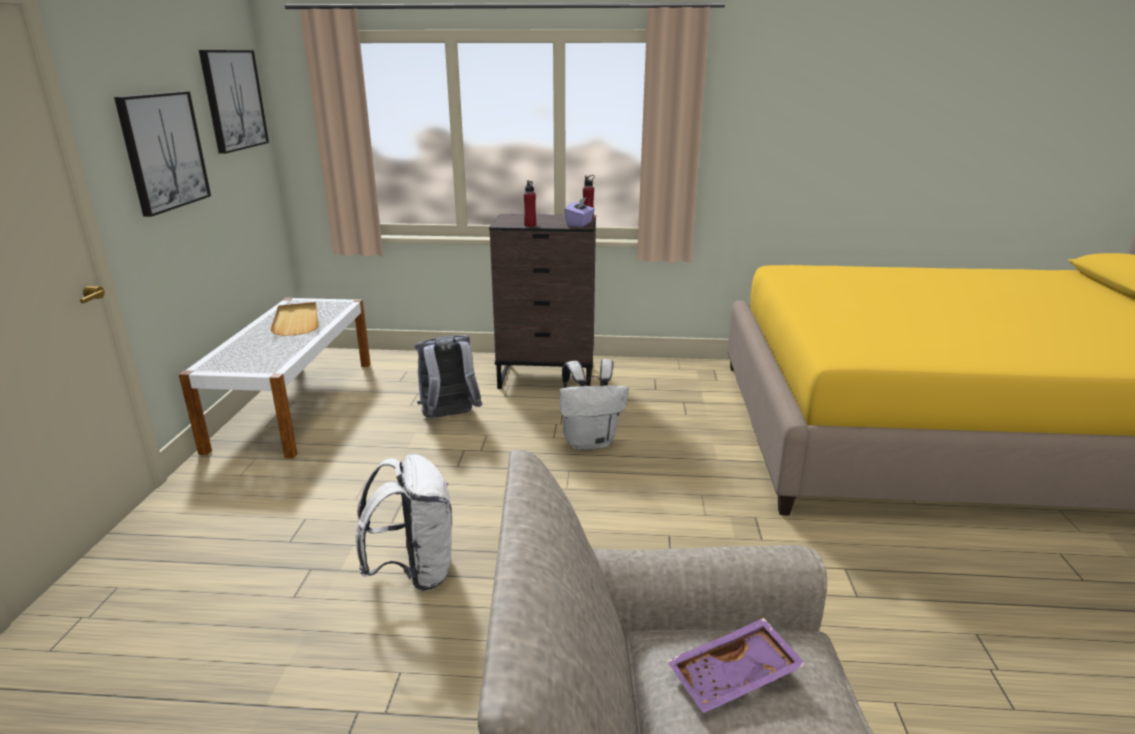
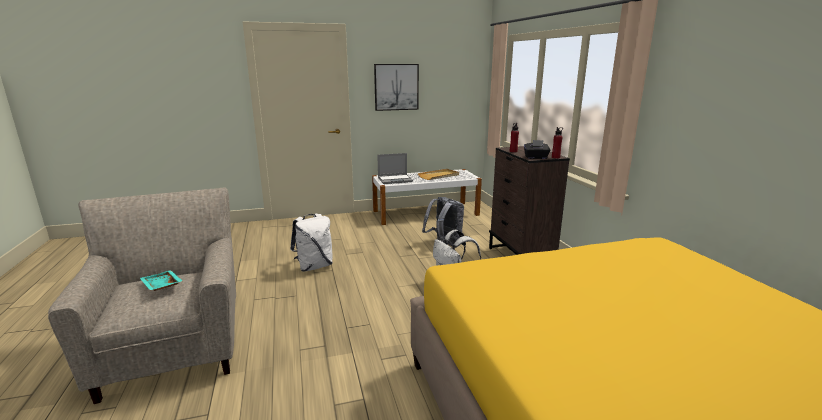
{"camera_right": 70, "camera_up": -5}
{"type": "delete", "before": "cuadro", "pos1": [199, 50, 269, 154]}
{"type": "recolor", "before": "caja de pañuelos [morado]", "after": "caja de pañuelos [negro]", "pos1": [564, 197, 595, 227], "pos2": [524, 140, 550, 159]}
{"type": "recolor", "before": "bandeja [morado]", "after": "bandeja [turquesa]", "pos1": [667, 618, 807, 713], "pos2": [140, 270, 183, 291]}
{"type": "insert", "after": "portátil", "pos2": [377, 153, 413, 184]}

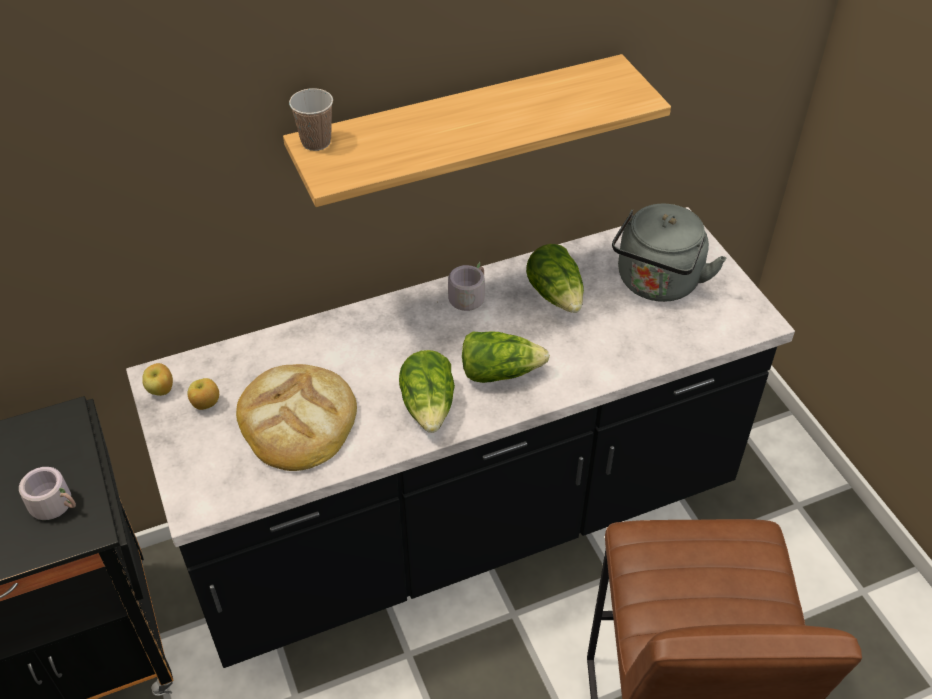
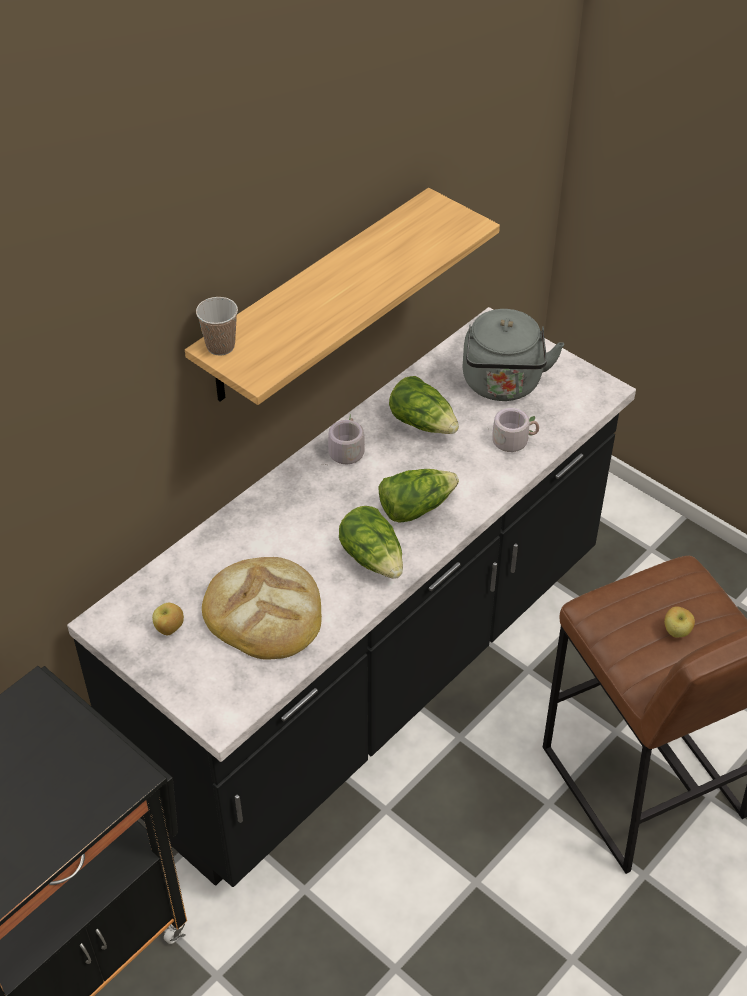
{"camera_right": -25, "camera_up": 0}
{"type": "move", "before": "manzana", "pos1": [142, 363, 173, 396], "pos2": [664, 606, 695, 638]}
{"type": "move", "before": "taza grande [gris]", "pos1": [19, 467, 76, 520], "pos2": [492, 408, 539, 452]}

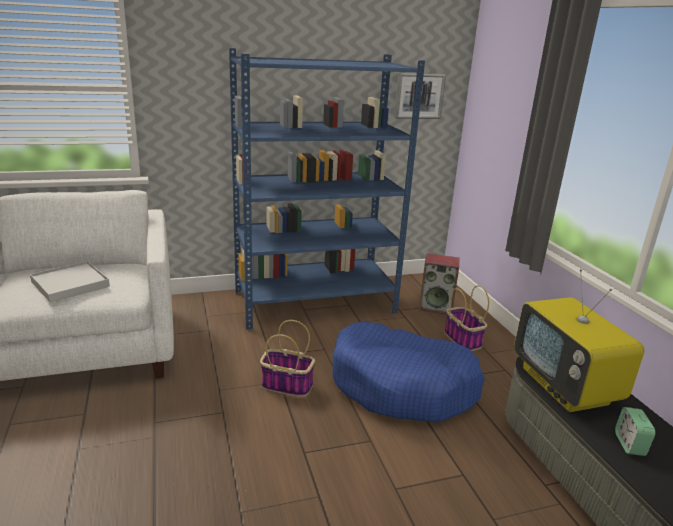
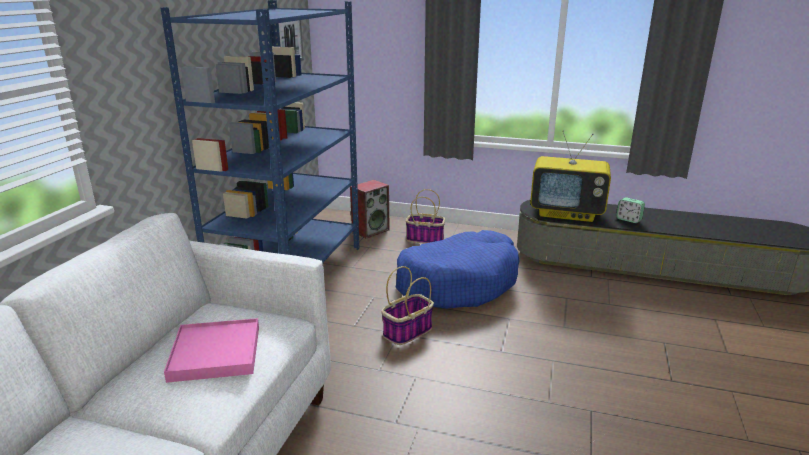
{"camera_right": -55, "camera_up": 0}
{"type": "recolor", "before": "bandeja [blanco]", "after": "bandeja [rosa]", "pos1": [30, 261, 110, 303], "pos2": [164, 318, 259, 383]}

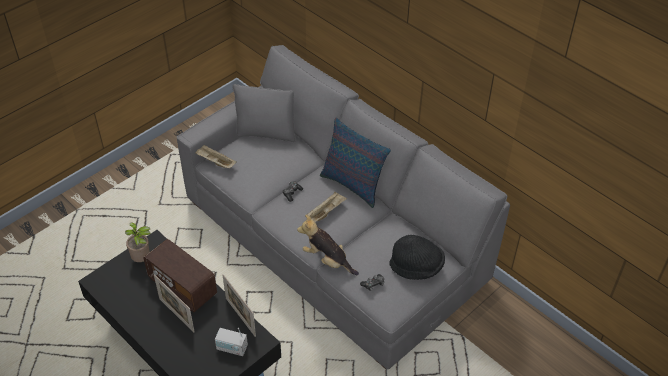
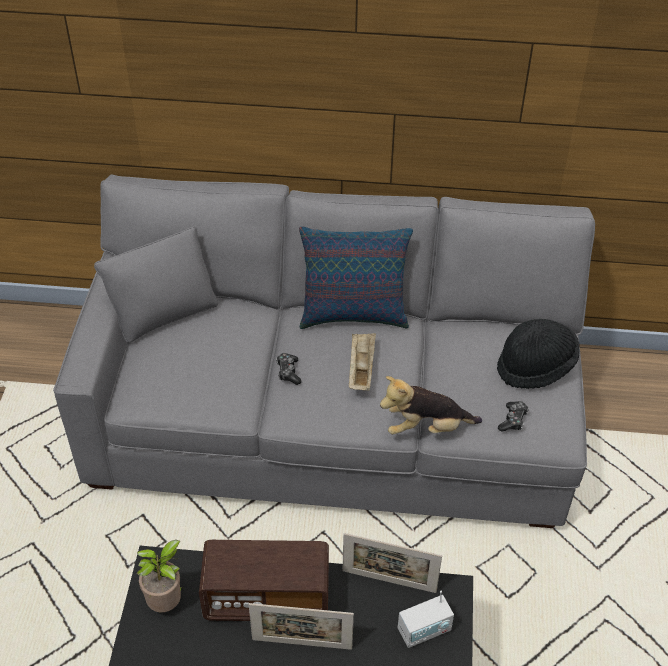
{"camera_right": -40, "camera_up": 0}
{"type": "delete", "before": "bandeja [beis]", "pos1": [195, 145, 237, 168]}

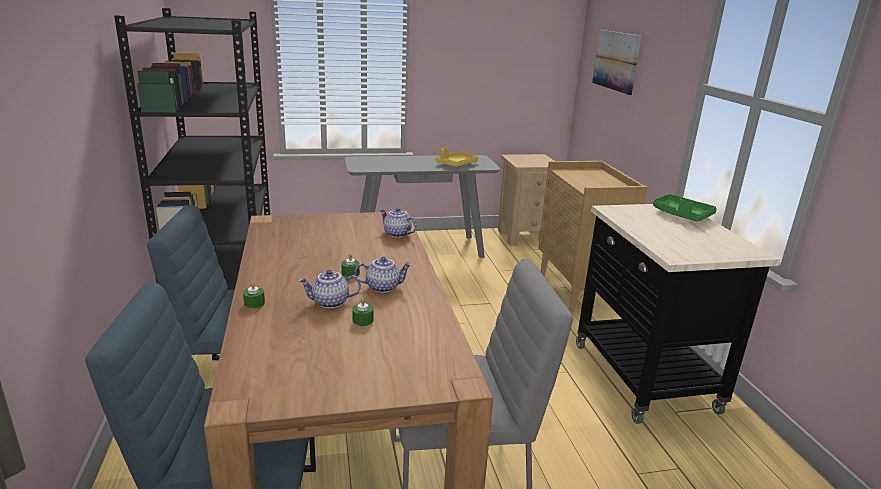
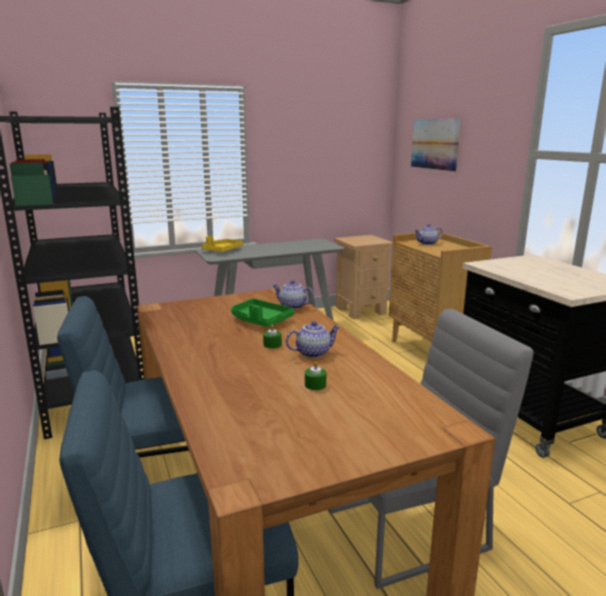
{"camera_right": -10, "camera_up": -5}
{"type": "move", "before": "bandeja [amarillo]", "pos1": [436, 148, 479, 167], "pos2": [202, 236, 243, 252]}
{"type": "move", "before": "bandeja [verde]", "pos1": [653, 194, 717, 222], "pos2": [231, 299, 294, 327]}
{"type": "move", "before": "tetera", "pos1": [298, 270, 361, 308], "pos2": [414, 224, 443, 245]}
{"type": "delete", "before": "vela [verde]", "pos1": [243, 282, 265, 308]}

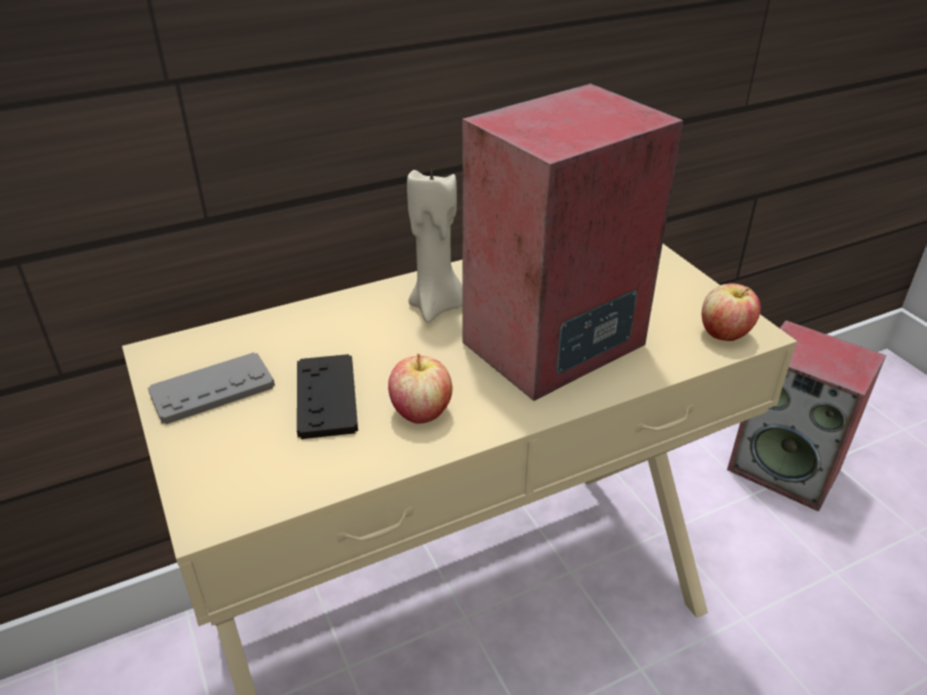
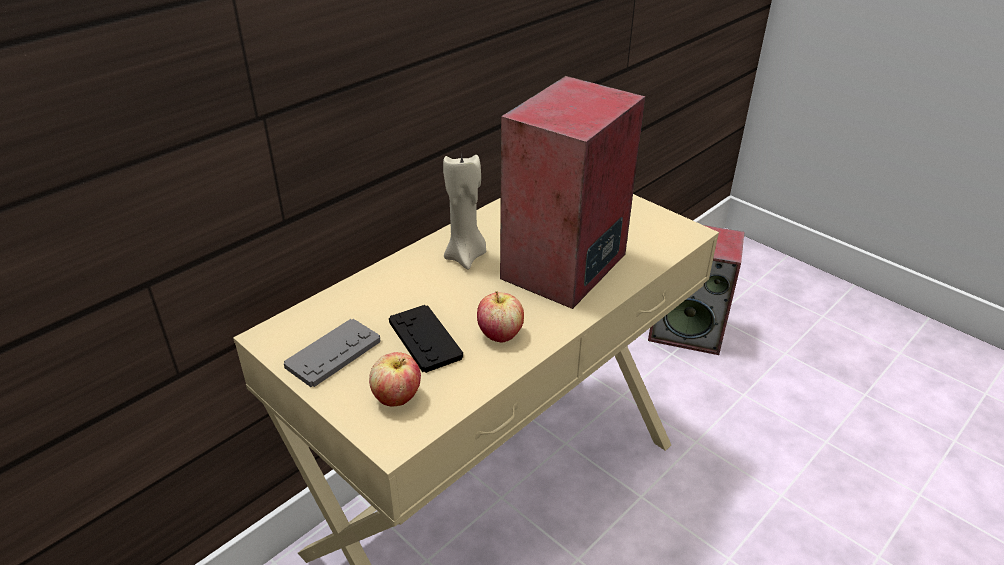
{"camera_right": -20, "camera_up": 0}
{"type": "move", "before": "manzana", "pos1": [702, 283, 761, 341], "pos2": [369, 352, 421, 407]}

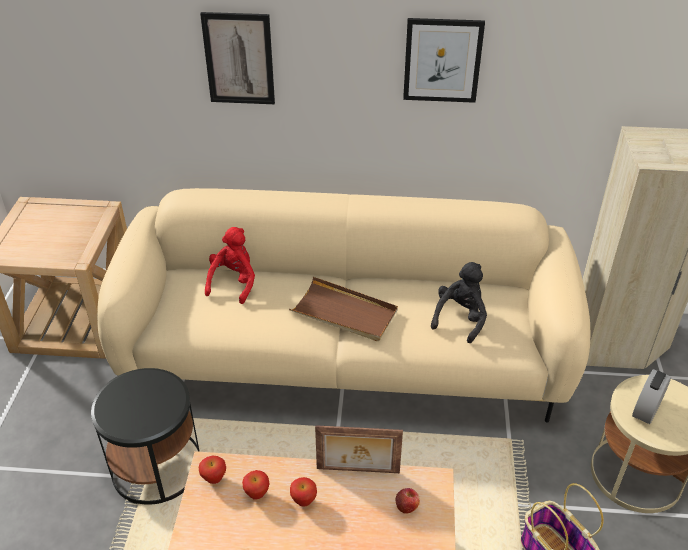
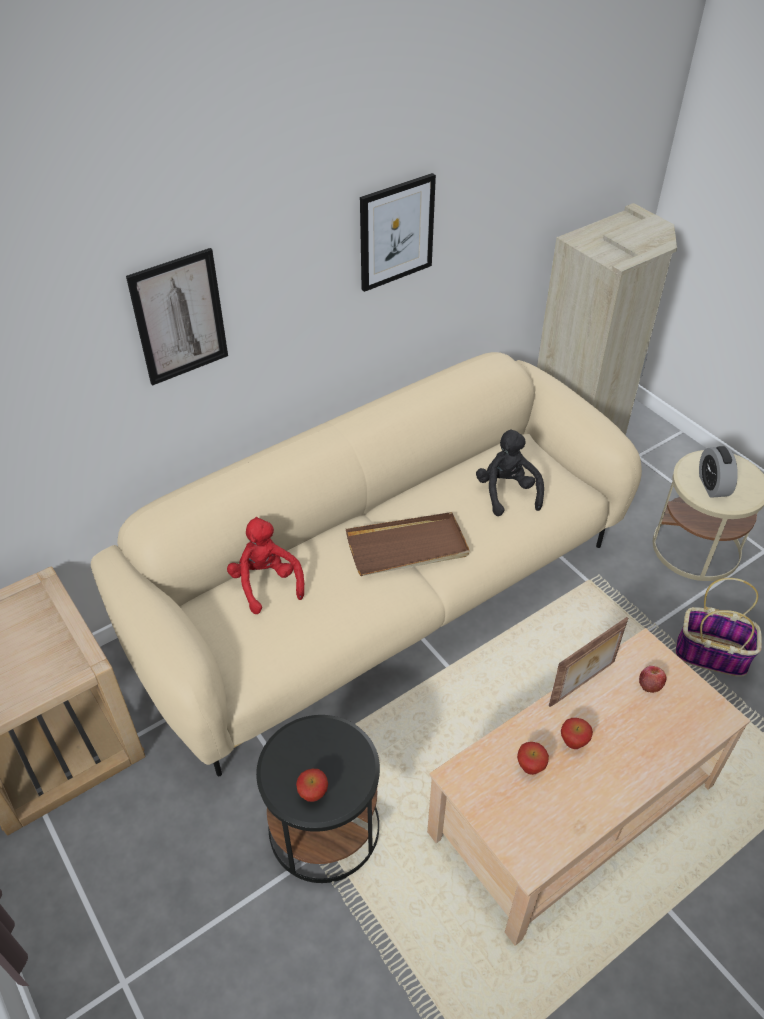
{"camera_right": -40, "camera_up": 5}
{"type": "move", "before": "manzana", "pos1": [199, 456, 226, 484], "pos2": [296, 769, 328, 802]}

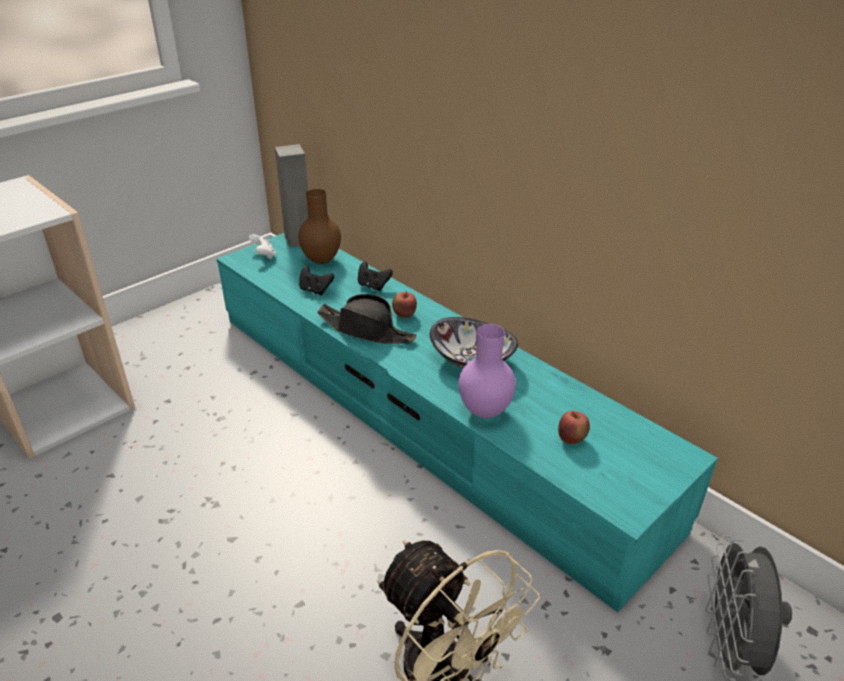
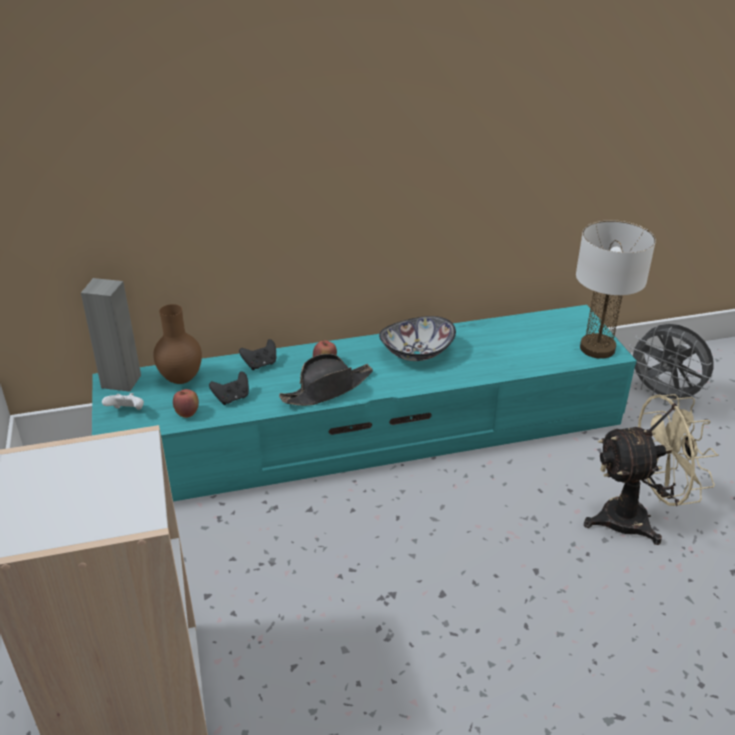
{"camera_right": -60, "camera_up": 0}
{"type": "delete", "before": "florero [morado]", "pos1": [459, 324, 516, 418]}
{"type": "move", "before": "manzana", "pos1": [558, 411, 590, 444], "pos2": [173, 389, 199, 418]}
{"type": "insert", "after": "lámpara de mesa", "pos2": [576, 220, 656, 359]}

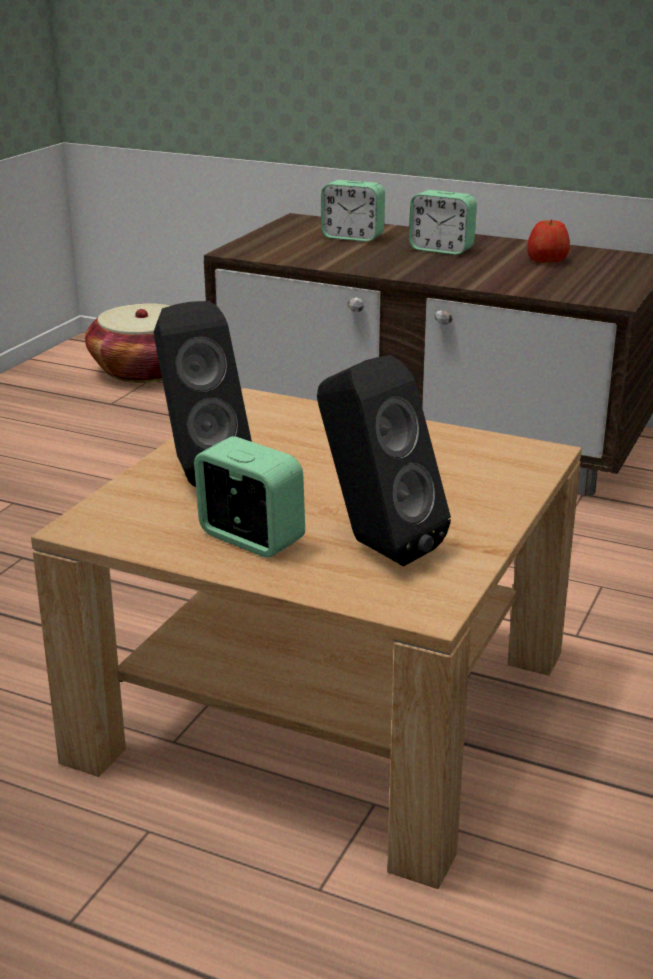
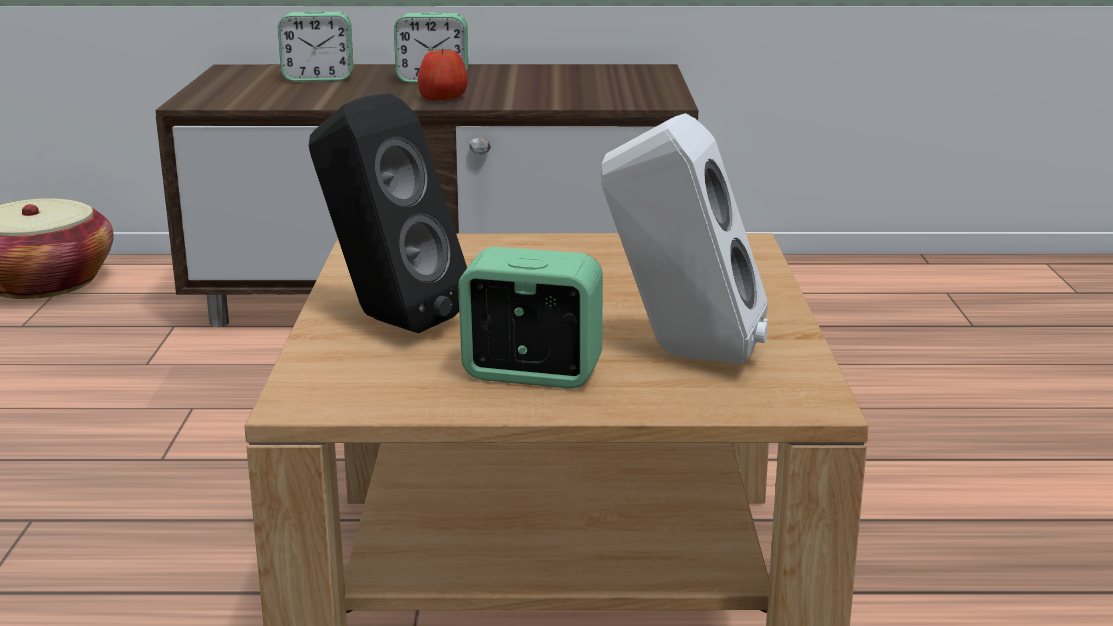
{"camera_right": -25, "camera_up": -5}
{"type": "move", "before": "manzana", "pos1": [527, 220, 570, 263], "pos2": [418, 49, 468, 100]}
{"type": "recolor", "before": "altavoz [negro]", "after": "altavoz [blanco]", "pos1": [317, 355, 451, 566], "pos2": [600, 113, 768, 364]}

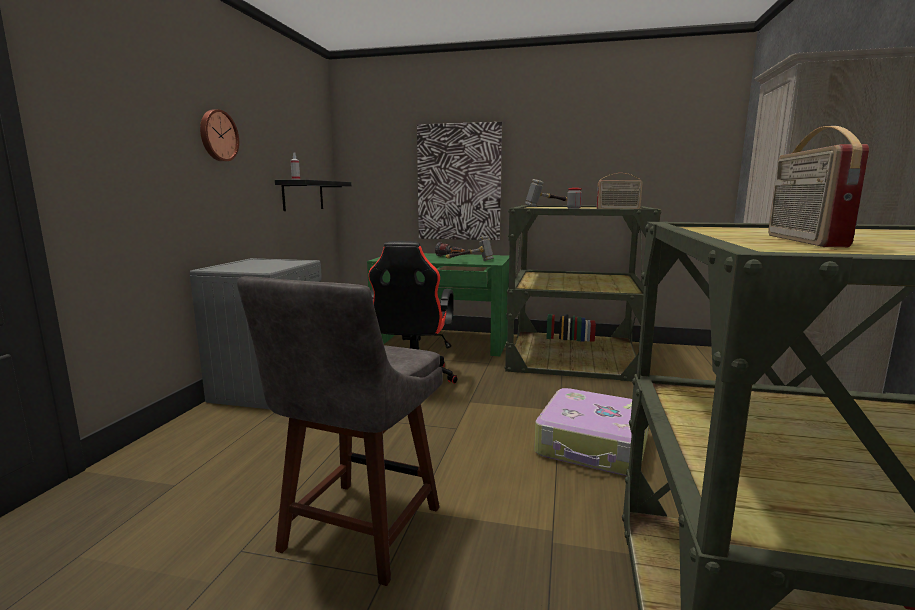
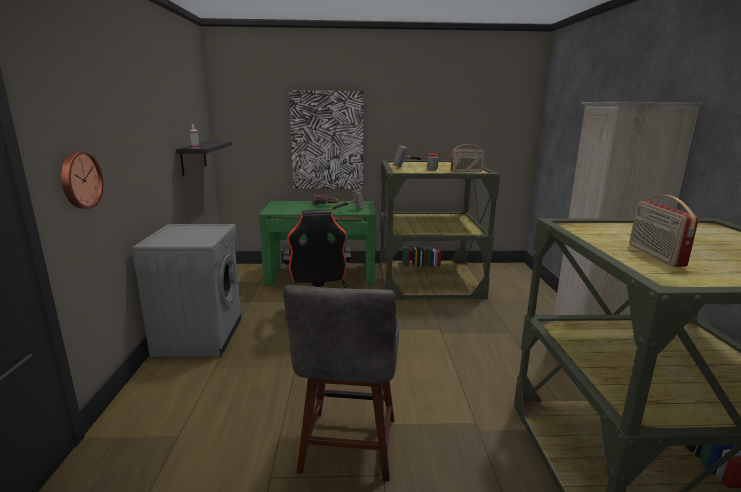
{"camera_right": -15, "camera_up": 5}
{"type": "move", "before": "reloj de pared", "pos1": [200, 109, 239, 161], "pos2": [61, 151, 103, 209]}
{"type": "delete", "before": "maleta", "pos1": [534, 388, 649, 476]}

